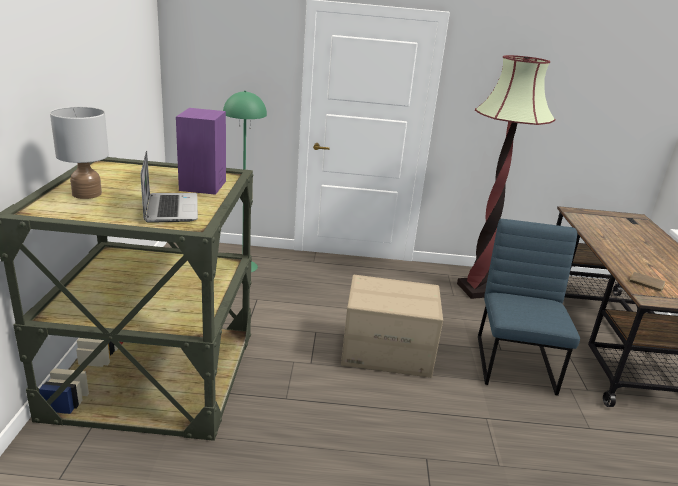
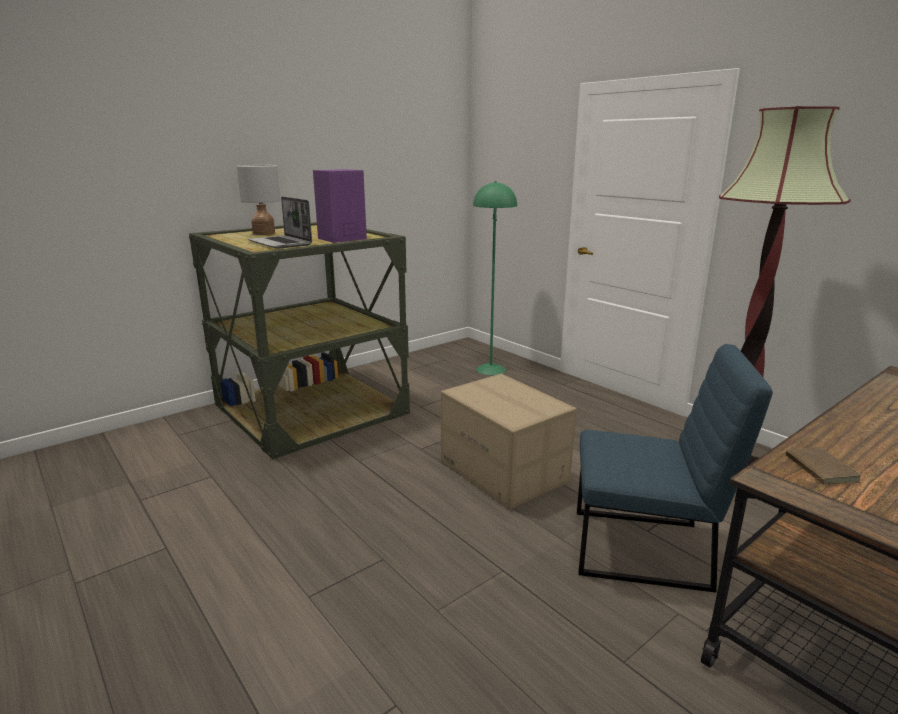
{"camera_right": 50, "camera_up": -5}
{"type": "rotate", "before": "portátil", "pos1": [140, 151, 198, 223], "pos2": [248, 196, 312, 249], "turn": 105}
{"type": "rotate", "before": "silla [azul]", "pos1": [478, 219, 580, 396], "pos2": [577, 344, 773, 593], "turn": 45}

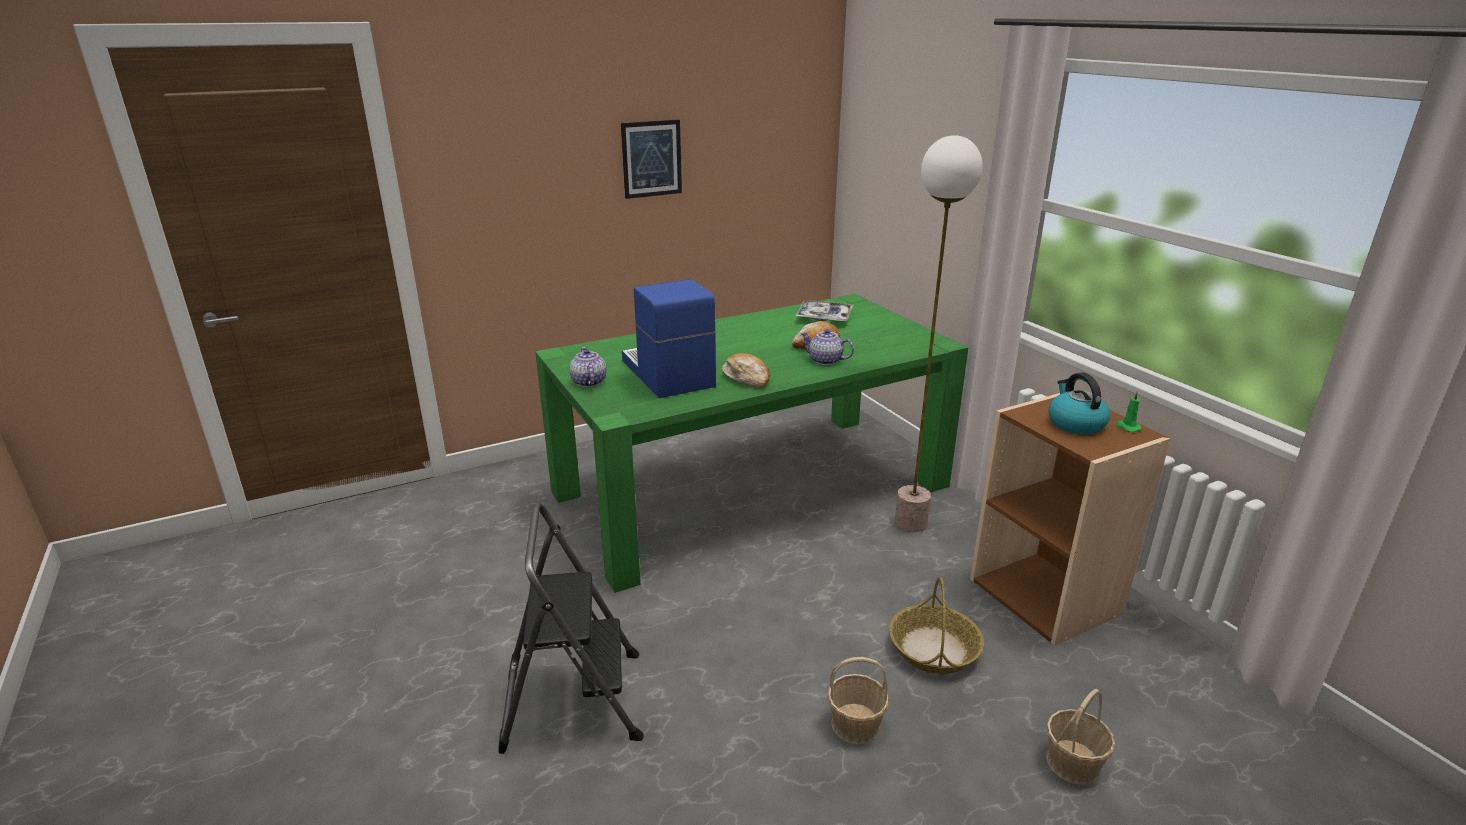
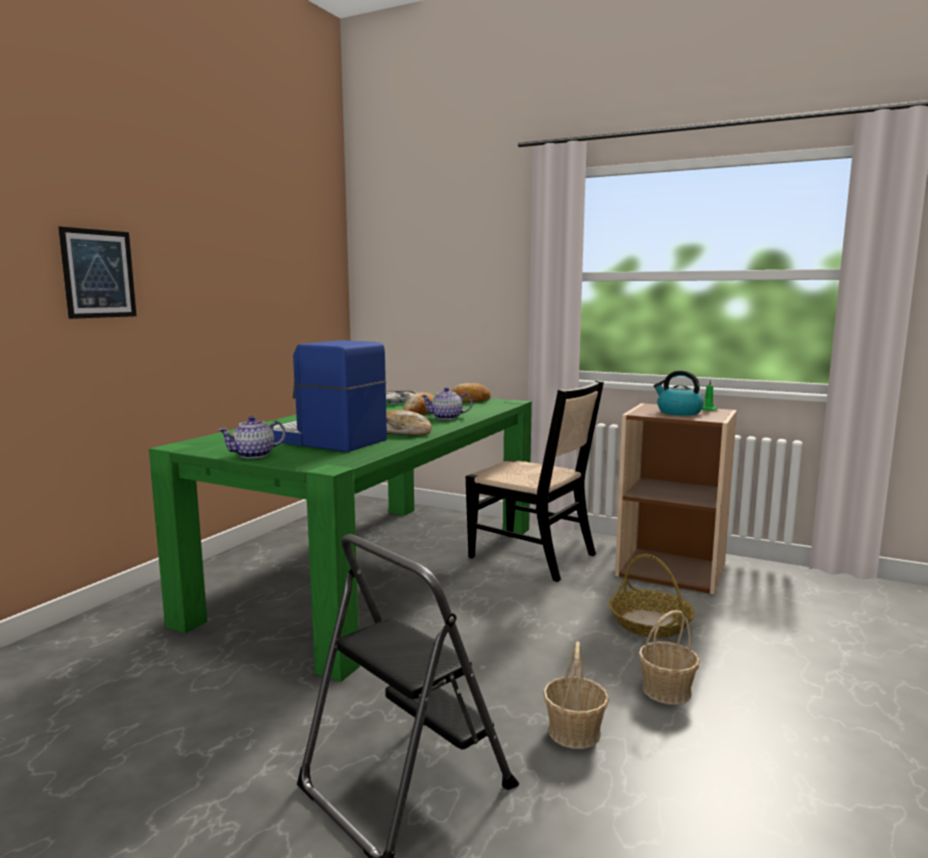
{"camera_right": -35, "camera_up": -15}
{"type": "move", "before": "cuadro", "pos1": [621, 119, 682, 199], "pos2": [59, 226, 137, 319]}
{"type": "replace", "before": "lámpara de pie", "after": "silla", "pos1": [895, 135, 983, 532], "pos2": [466, 380, 604, 582]}
{"type": "rotate", "before": "tetera", "pos1": [569, 347, 607, 387], "pos2": [218, 416, 286, 459], "turn": -75}
{"type": "move", "before": "cesta", "pos1": [1046, 689, 1115, 785], "pos2": [543, 641, 609, 749]}
{"type": "insert", "after": "pan", "pos2": [451, 383, 491, 402]}

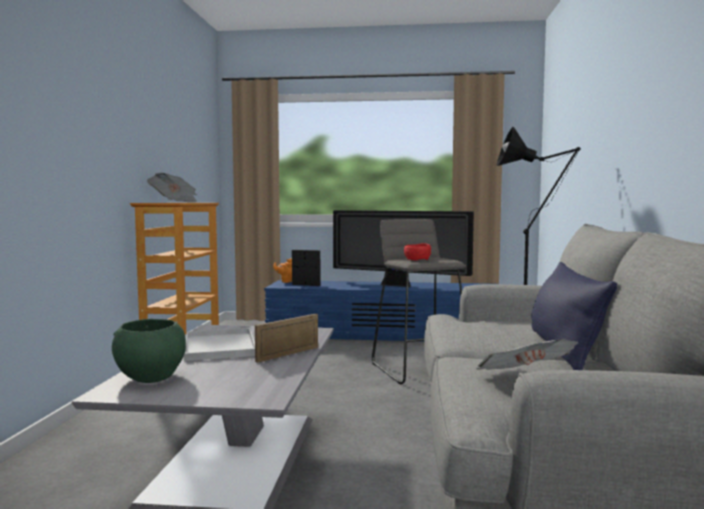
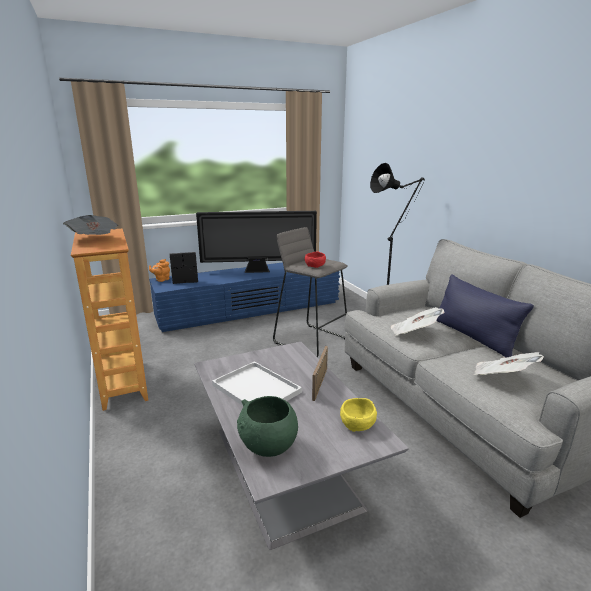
{"camera_right": -30, "camera_up": 15}
{"type": "insert", "after": "periódico", "pos2": [391, 307, 444, 336]}
{"type": "insert", "after": "cuenco [amarillo]", "pos2": [340, 398, 377, 432]}

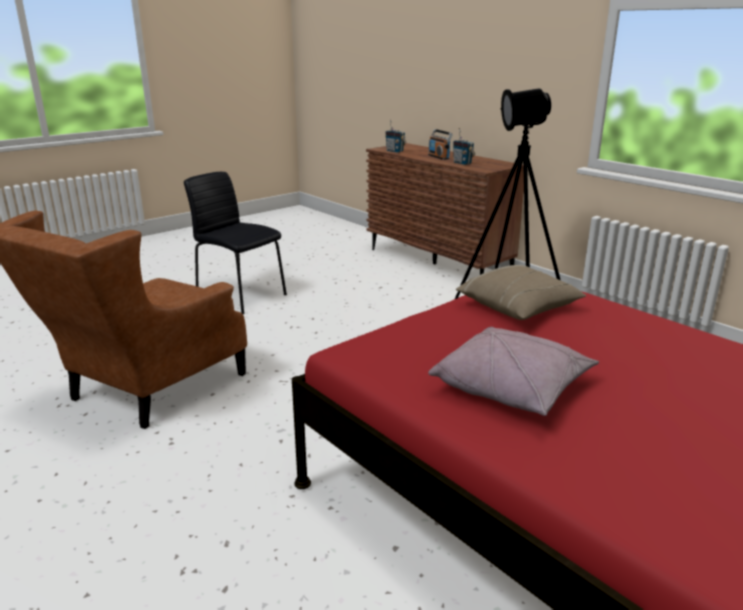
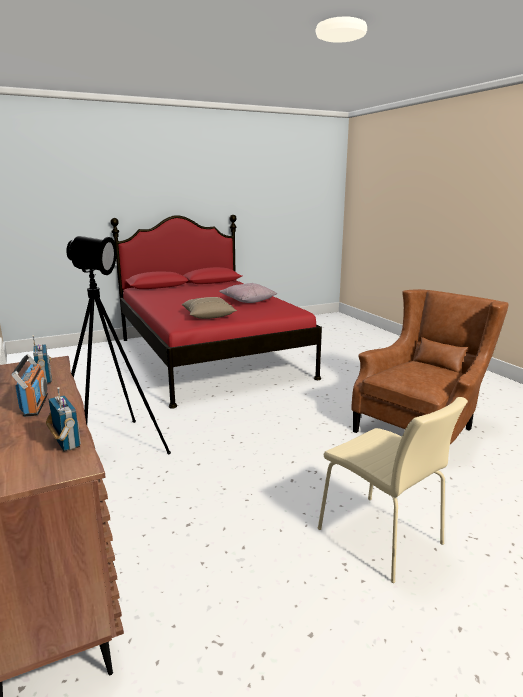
{"camera_right": -165, "camera_up": -5}
{"type": "recolor", "before": "silla [negro]", "after": "silla [beis]", "pos1": [184, 172, 287, 314], "pos2": [318, 397, 468, 583]}

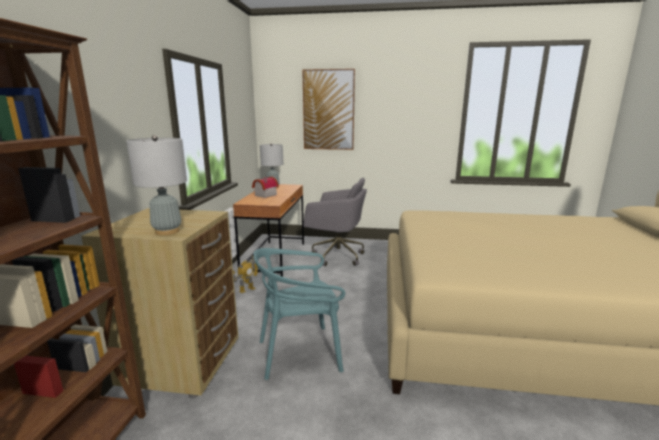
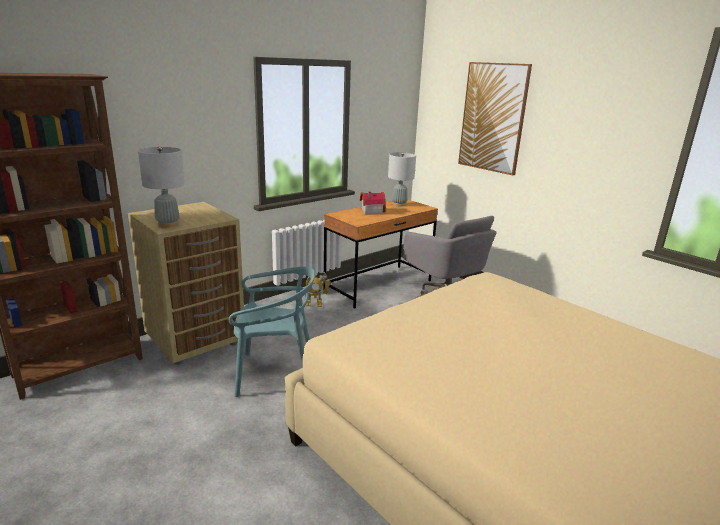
{"camera_right": 40, "camera_up": 5}
{"type": "rotate", "before": "silla [turquesa]", "pos1": [253, 248, 345, 380], "pos2": [229, 266, 315, 397], "turn": 150}

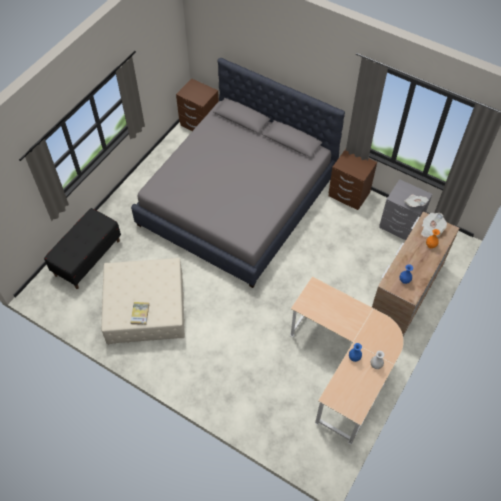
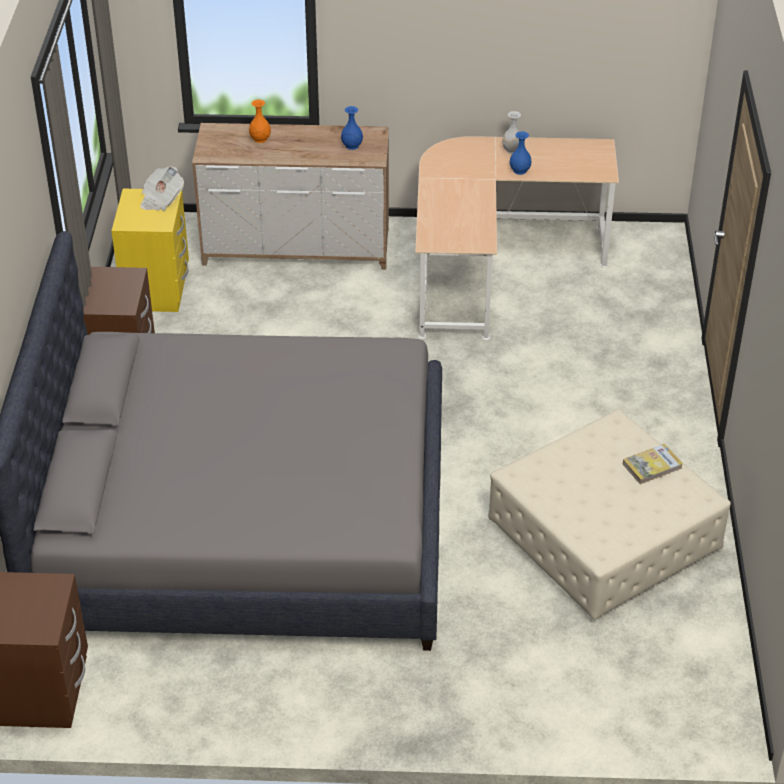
{"camera_right": -120, "camera_up": -15}
{"type": "recolor", "before": "mesita de noche [gris]", "after": "mesita de noche [amarillo]", "pos1": [379, 179, 432, 240], "pos2": [112, 189, 189, 312]}
{"type": "delete", "before": "banco [negro]", "pos1": [44, 208, 121, 289]}
{"type": "delete", "before": "periódico", "pos1": [421, 213, 447, 237]}

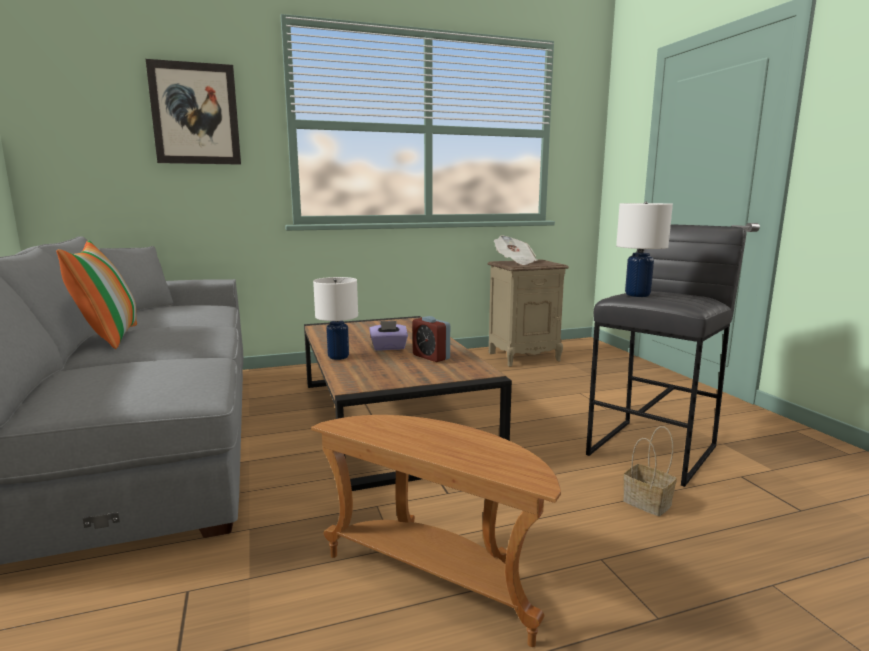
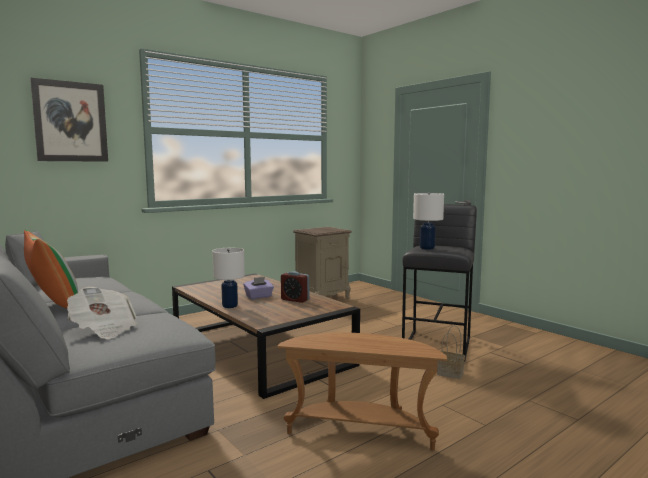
{"camera_right": -20, "camera_up": -5}
{"type": "move", "before": "periódico", "pos1": [494, 236, 538, 265], "pos2": [67, 287, 138, 339]}

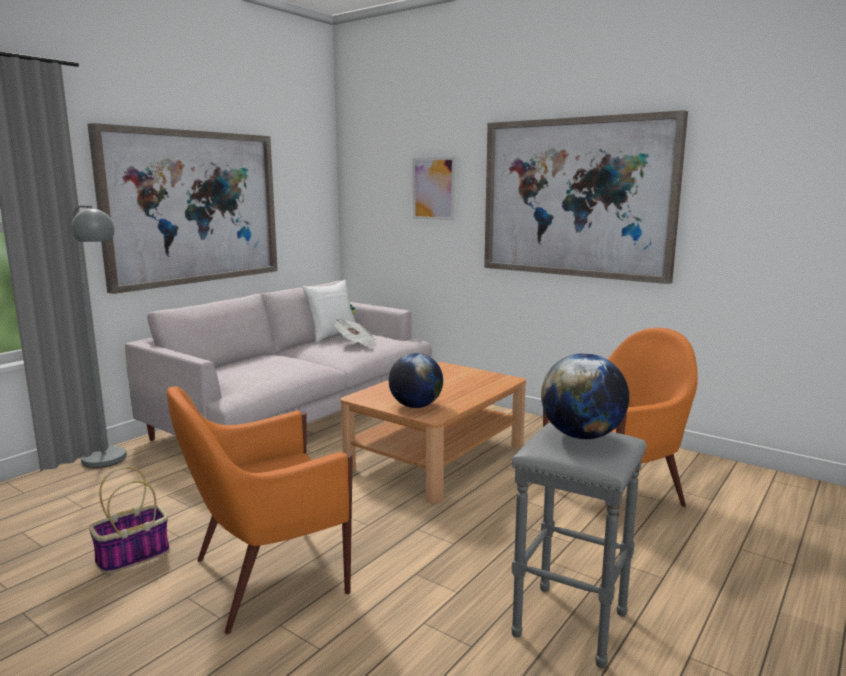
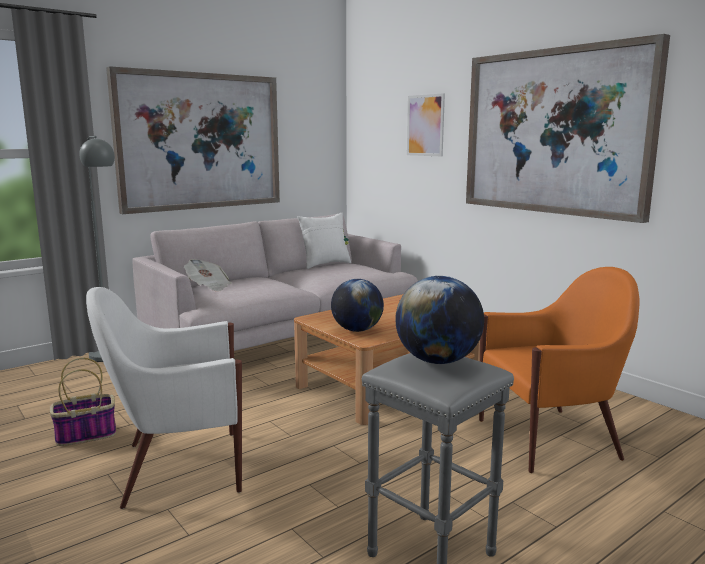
{"camera_right": 15, "camera_up": 0}
{"type": "move", "before": "periódico", "pos1": [335, 318, 376, 348], "pos2": [184, 259, 231, 292]}
{"type": "recolor", "before": "sillón [naranja]", "after": "sillón [blanco]", "pos1": [167, 386, 353, 634], "pos2": [86, 287, 242, 509]}

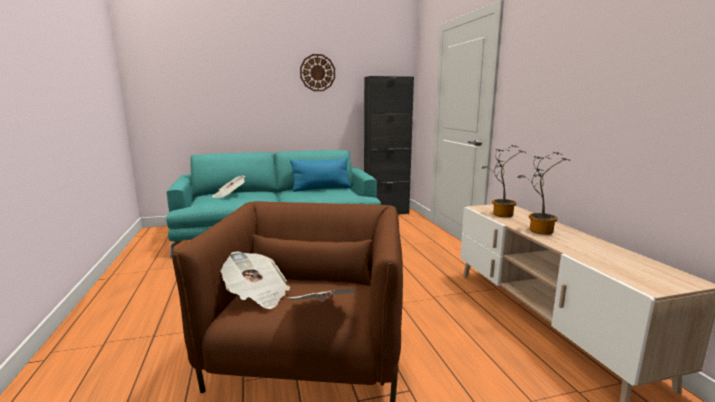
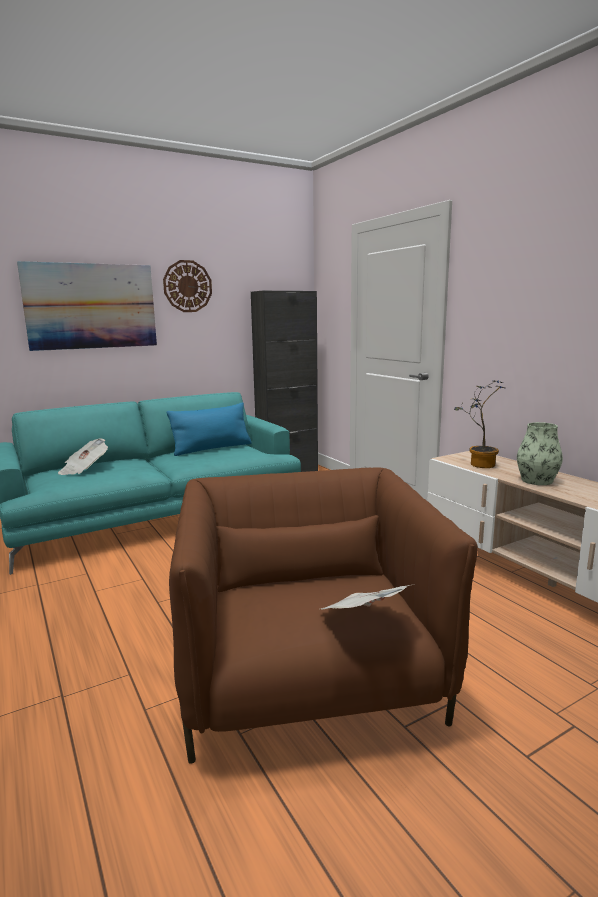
{"camera_right": -15, "camera_up": 0}
{"type": "replace", "before": "planta en maceta", "after": "florero", "pos1": [517, 152, 570, 235], "pos2": [517, 422, 563, 485]}
{"type": "delete", "before": "periódico", "pos1": [221, 251, 290, 309]}
{"type": "insert", "after": "cuadro", "pos2": [17, 261, 157, 351]}

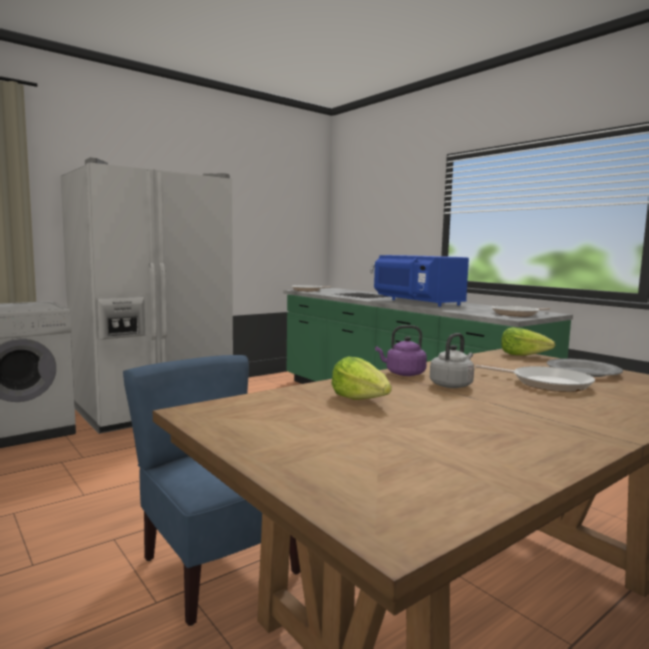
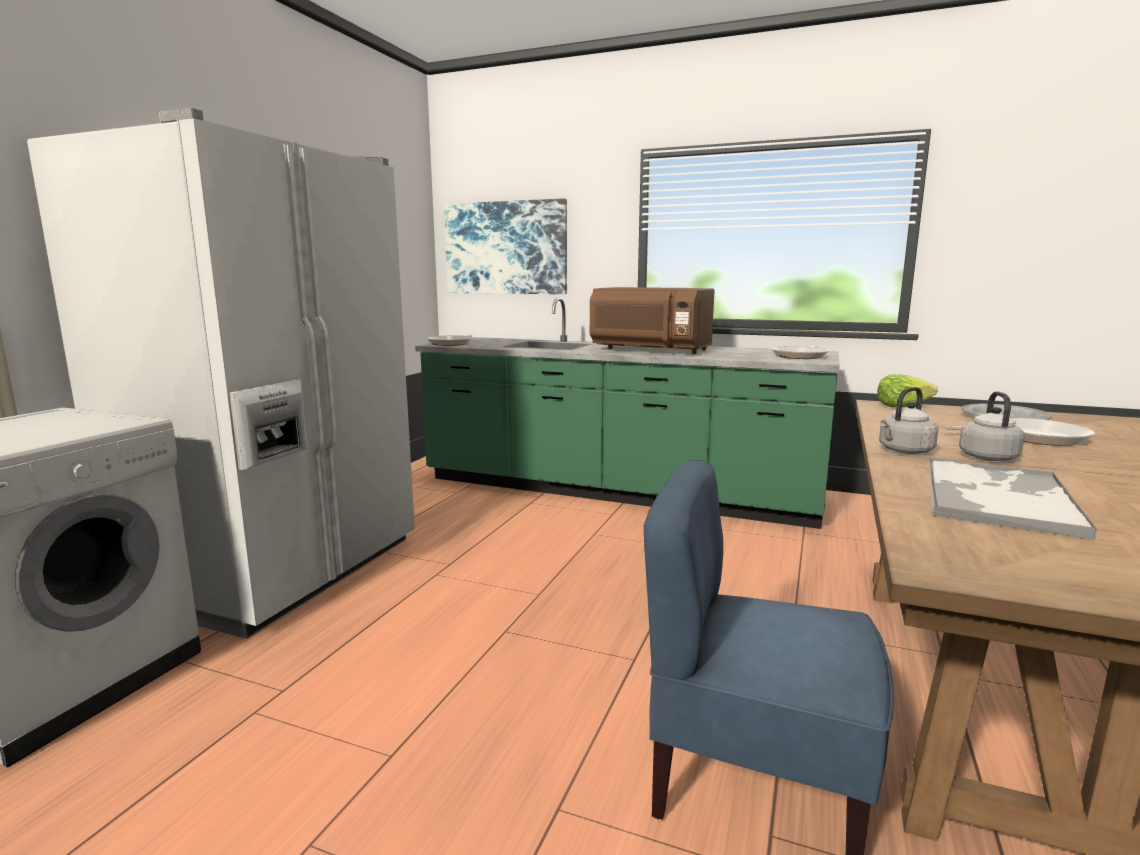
{"camera_right": -30, "camera_up": 5}
{"type": "recolor", "before": "microondas [azul]", "after": "microondas [marrón]", "pos1": [374, 255, 469, 307], "pos2": [590, 287, 715, 354]}
{"type": "recolor", "before": "hervidor [morado]", "after": "hervidor [gris]", "pos1": [375, 325, 427, 376], "pos2": [879, 387, 938, 454]}
{"type": "replace", "before": "lechuga", "after": "bandeja", "pos1": [331, 357, 392, 400], "pos2": [929, 458, 1098, 540]}
{"type": "insert", "after": "cuadro", "pos2": [444, 198, 567, 294]}

